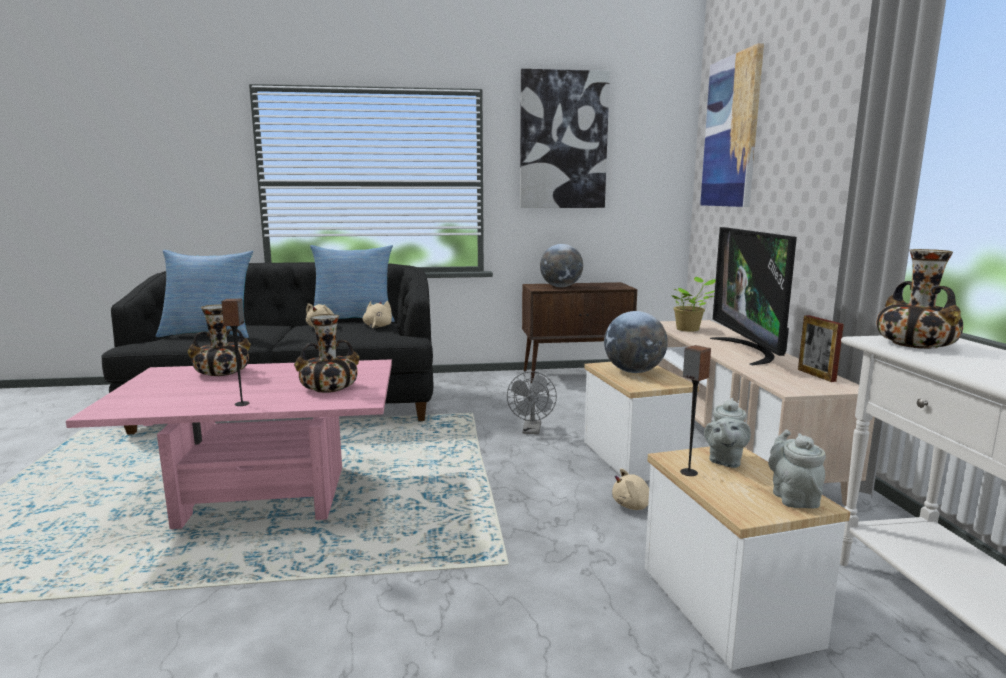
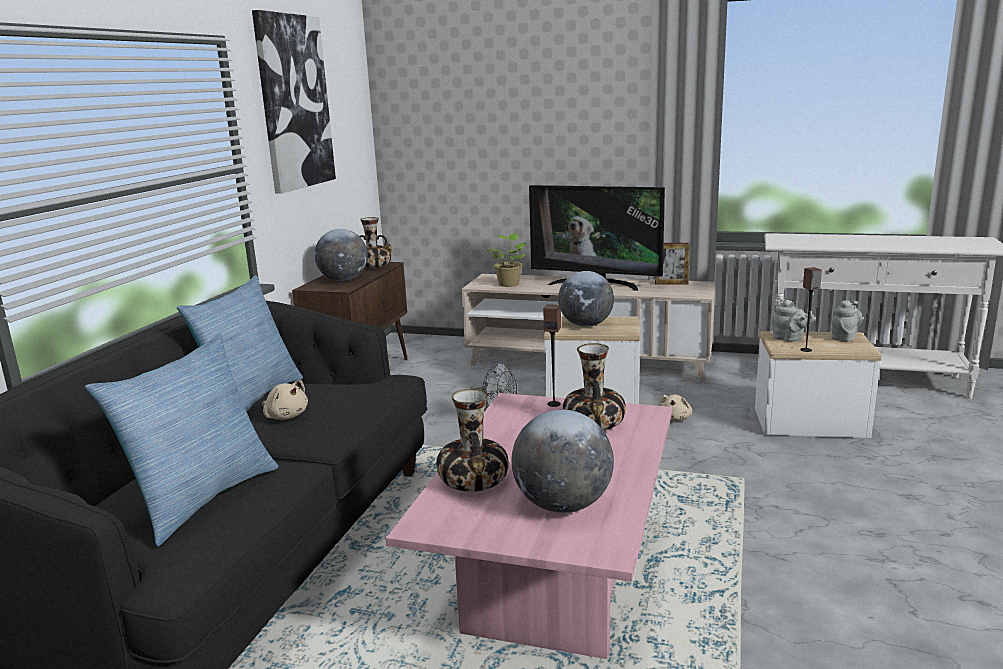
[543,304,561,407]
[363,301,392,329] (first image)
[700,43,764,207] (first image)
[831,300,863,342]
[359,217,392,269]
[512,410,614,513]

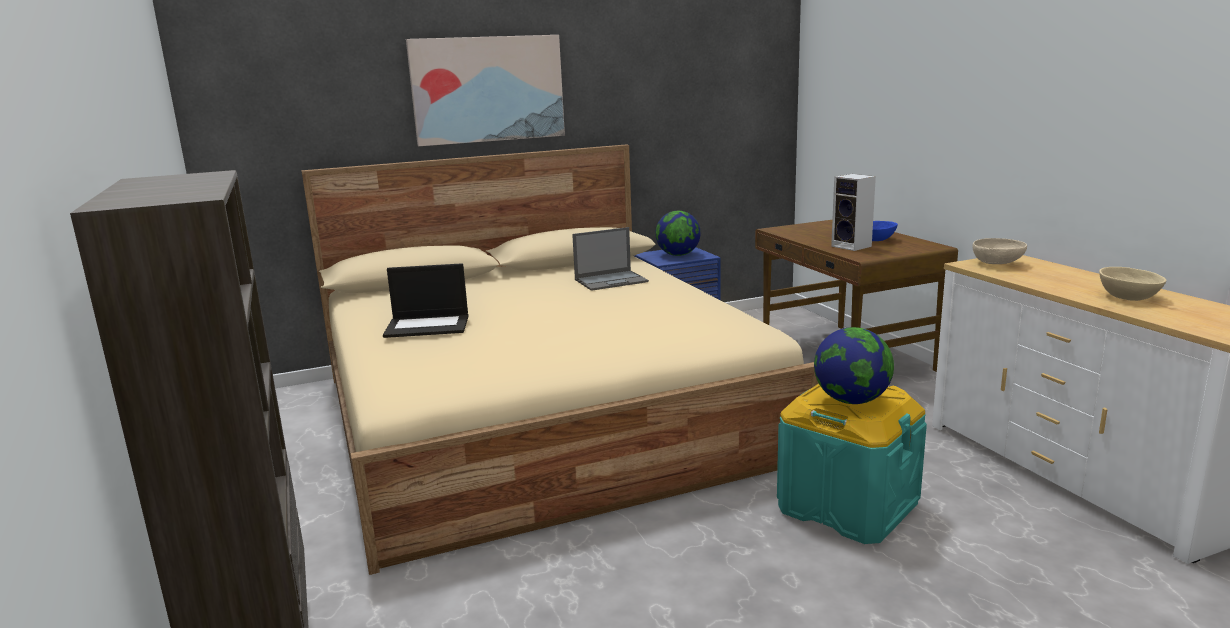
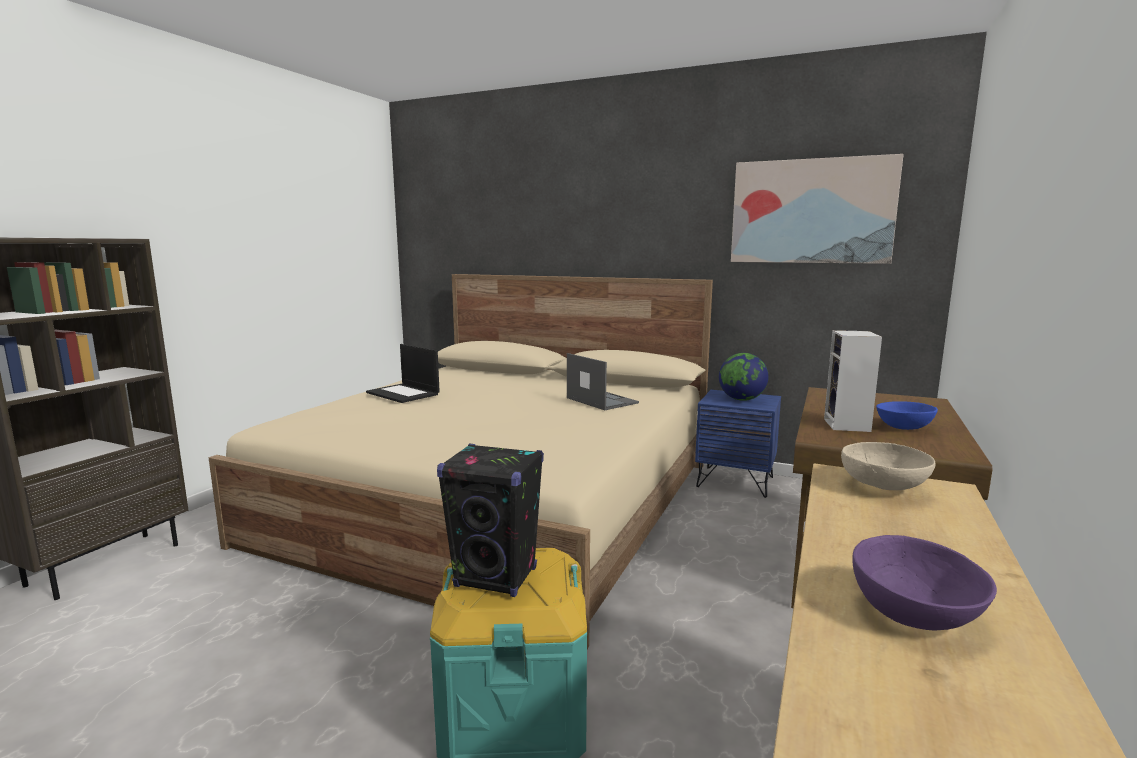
[731,154,904,264]
[567,353,639,410]
[437,444,544,597]
[852,535,997,630]

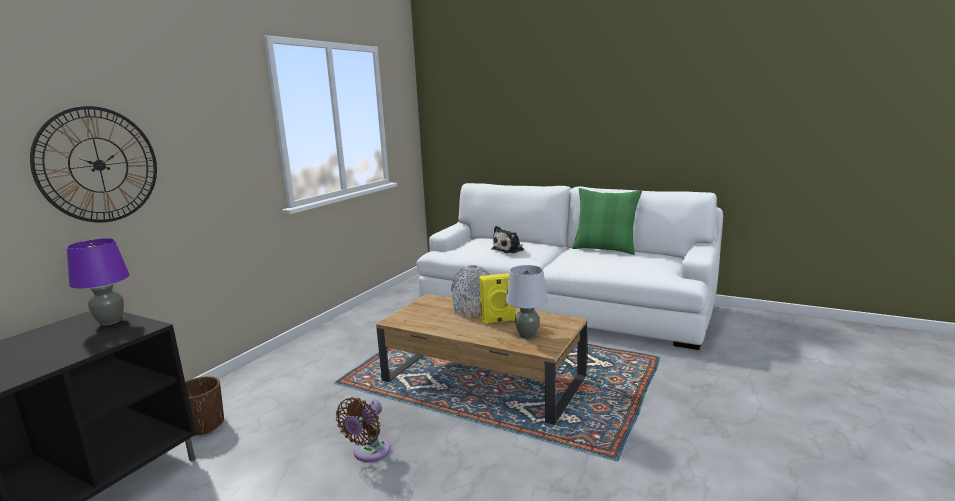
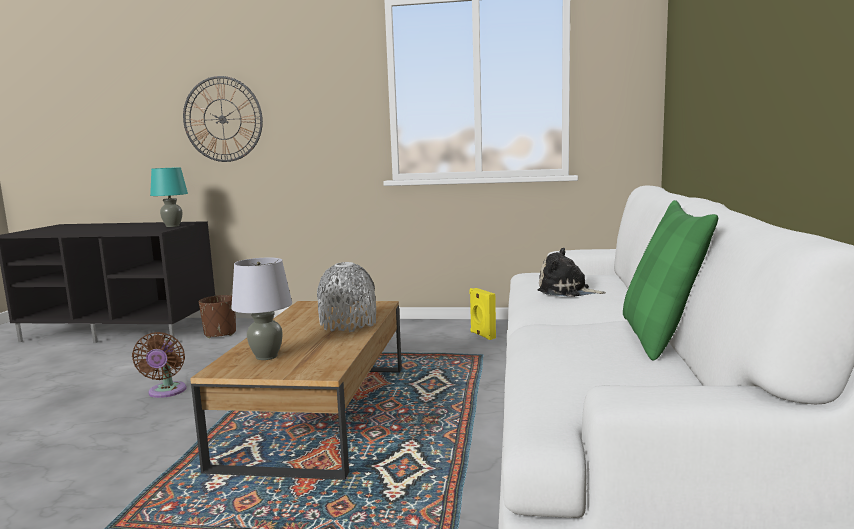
[150,167,188,227]
[132,332,187,398]
[470,288,496,340]

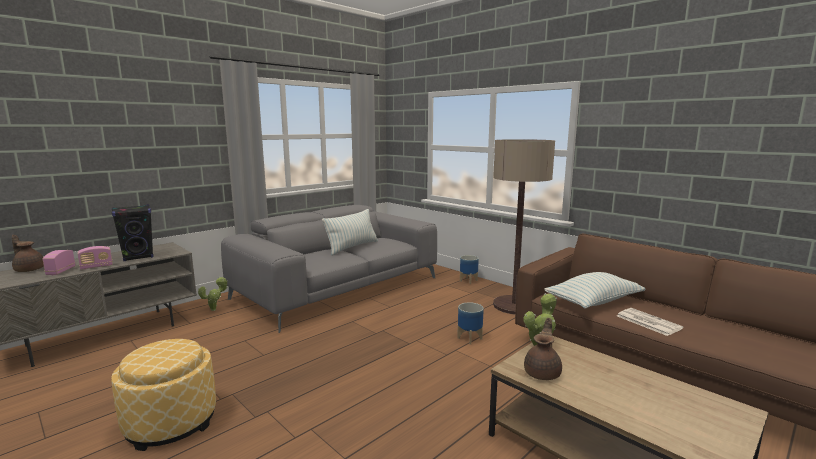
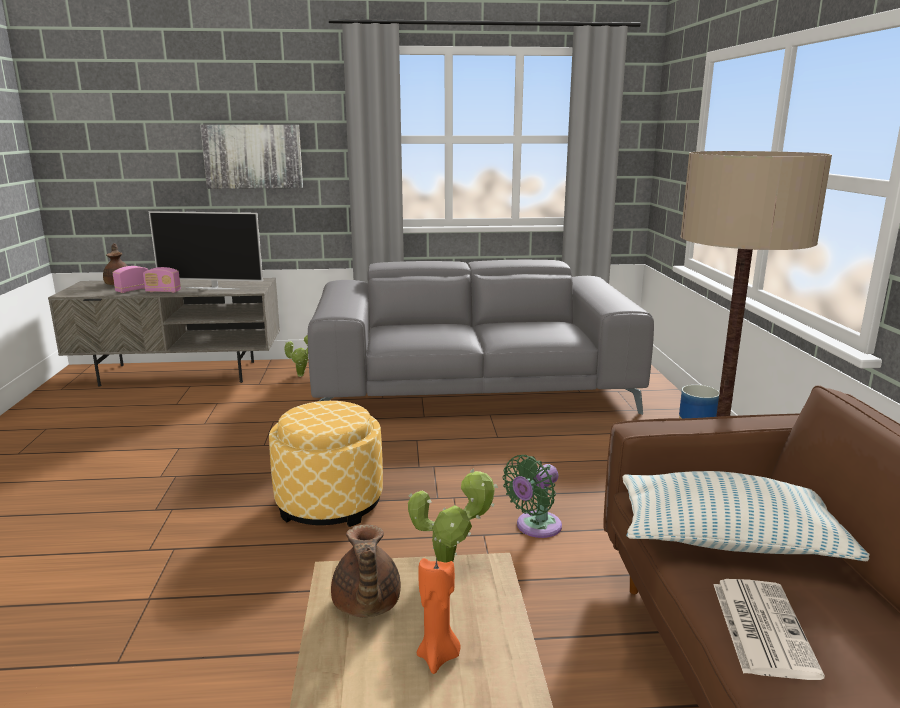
[269,401,383,527]
[149,211,263,290]
[322,209,378,256] (first image)
[502,455,562,538]
[331,525,401,617]
[200,125,303,189]
[417,557,461,674]

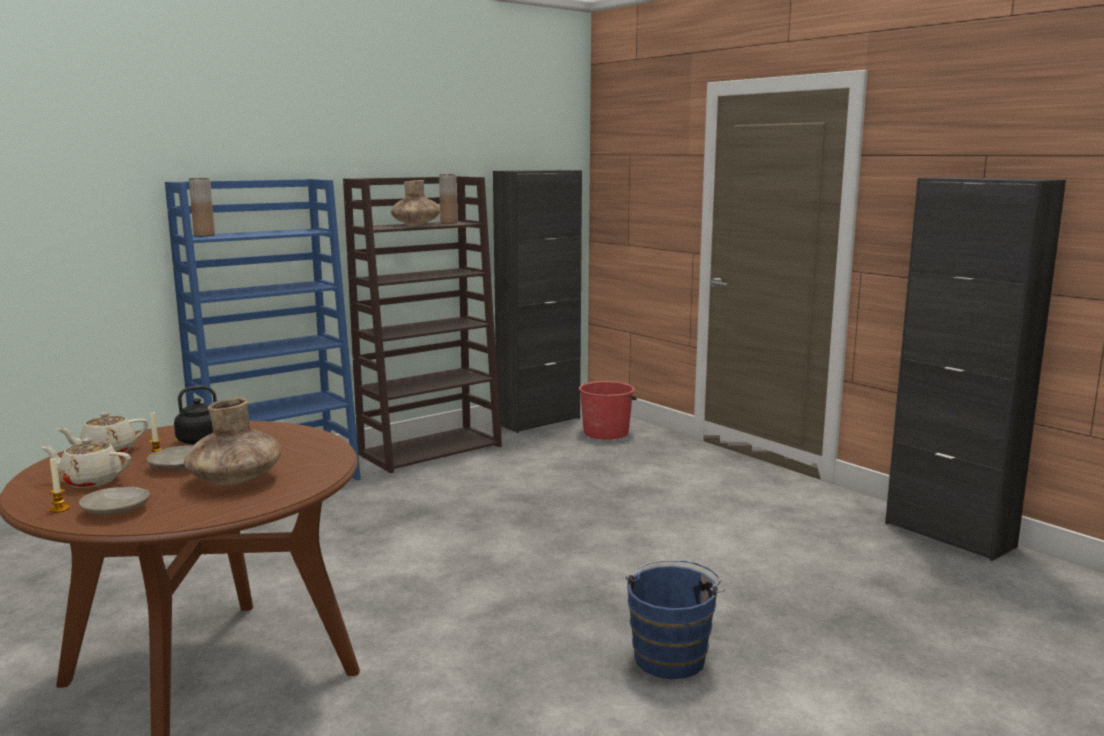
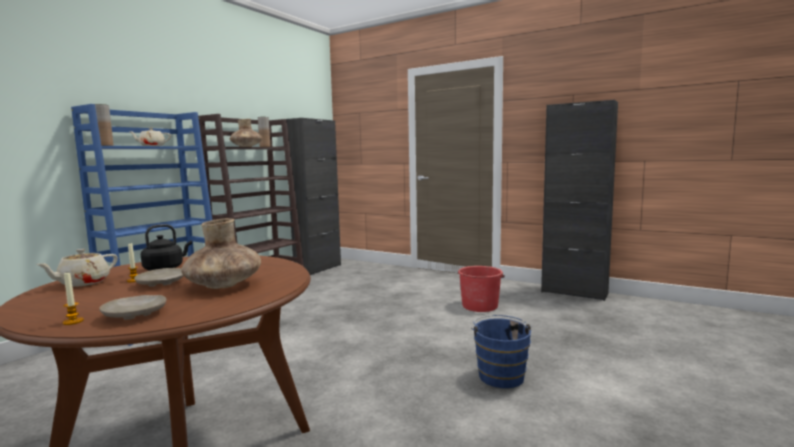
[130,127,171,146]
[457,266,505,312]

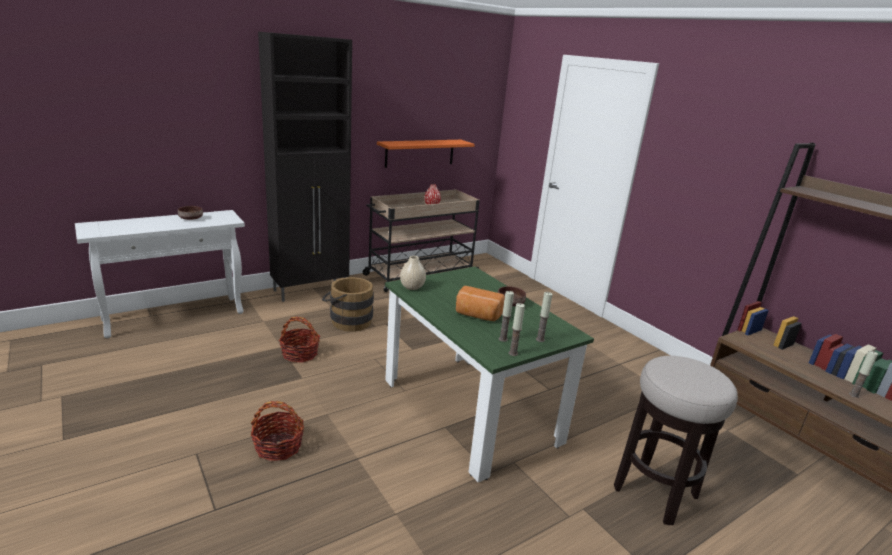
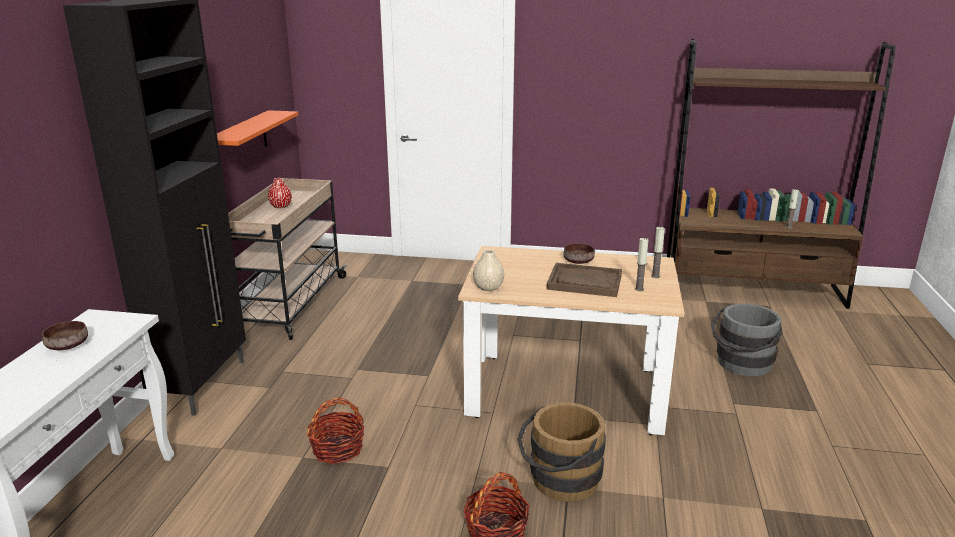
[517,402,606,502]
[458,246,685,435]
[547,263,622,297]
[509,303,525,356] (first image)
[711,304,783,376]

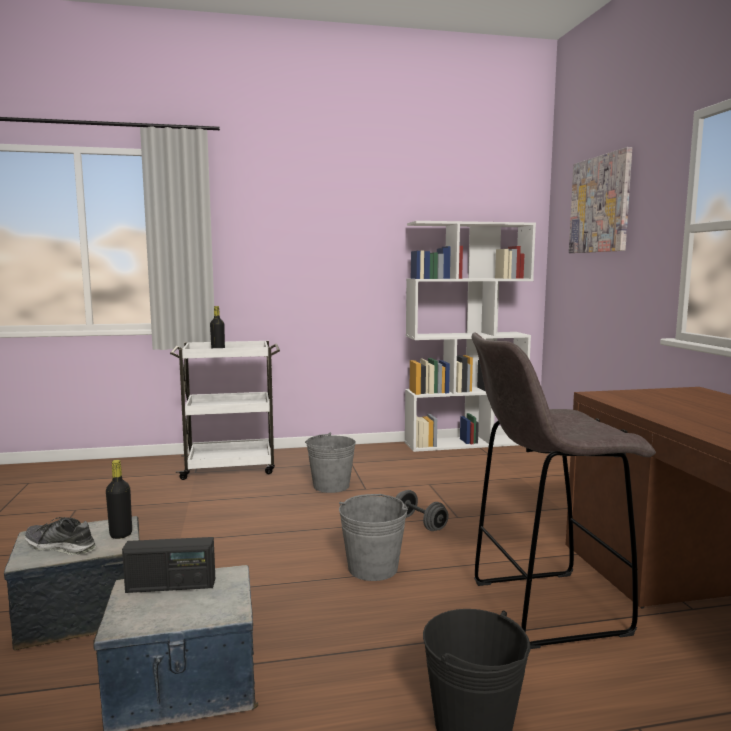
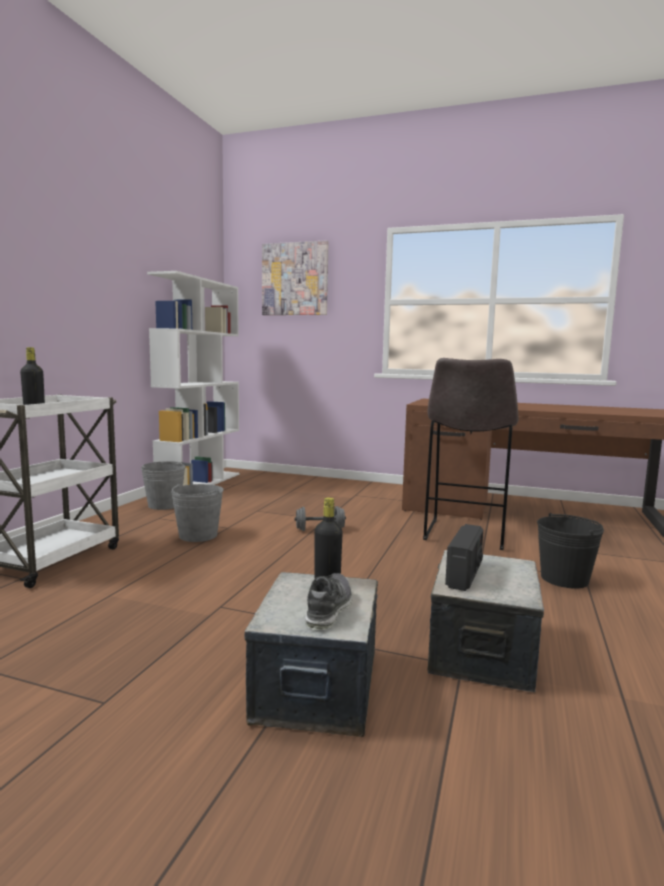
[305,573,352,630]
[141,461,186,510]

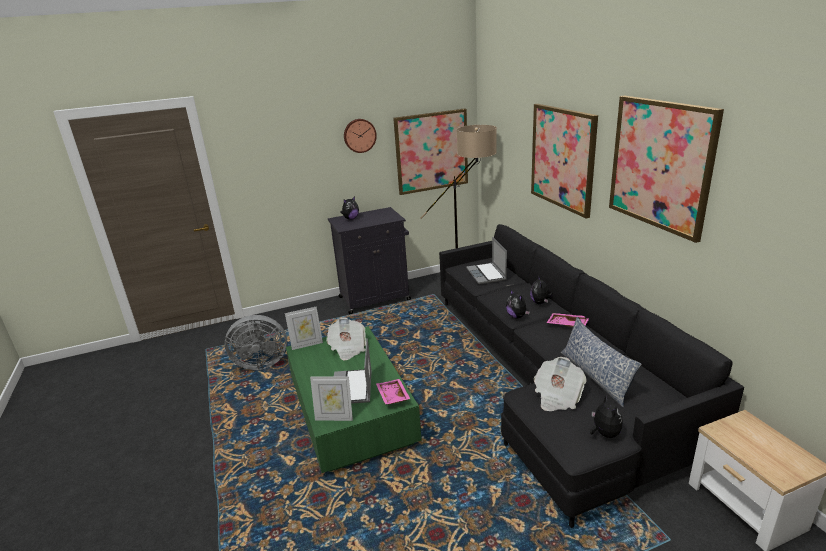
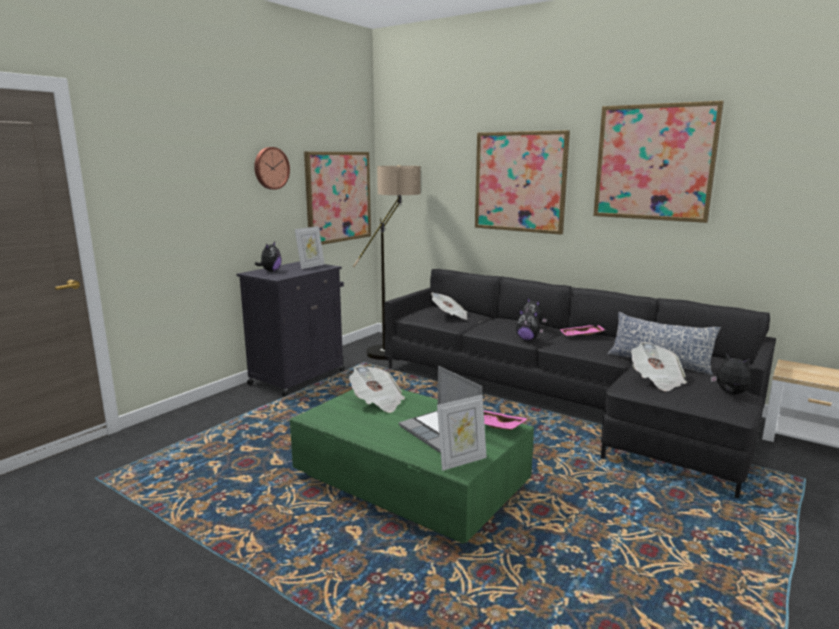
[225,315,287,370] (first image)
[295,226,325,269]
[431,293,467,320]

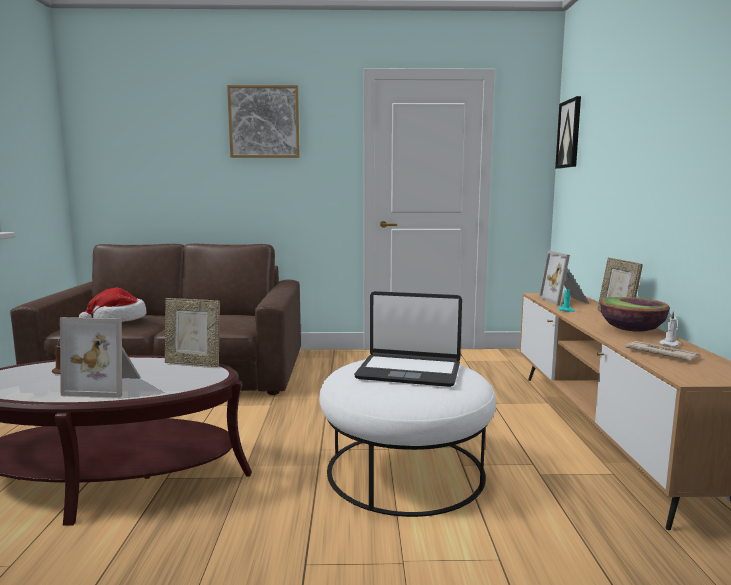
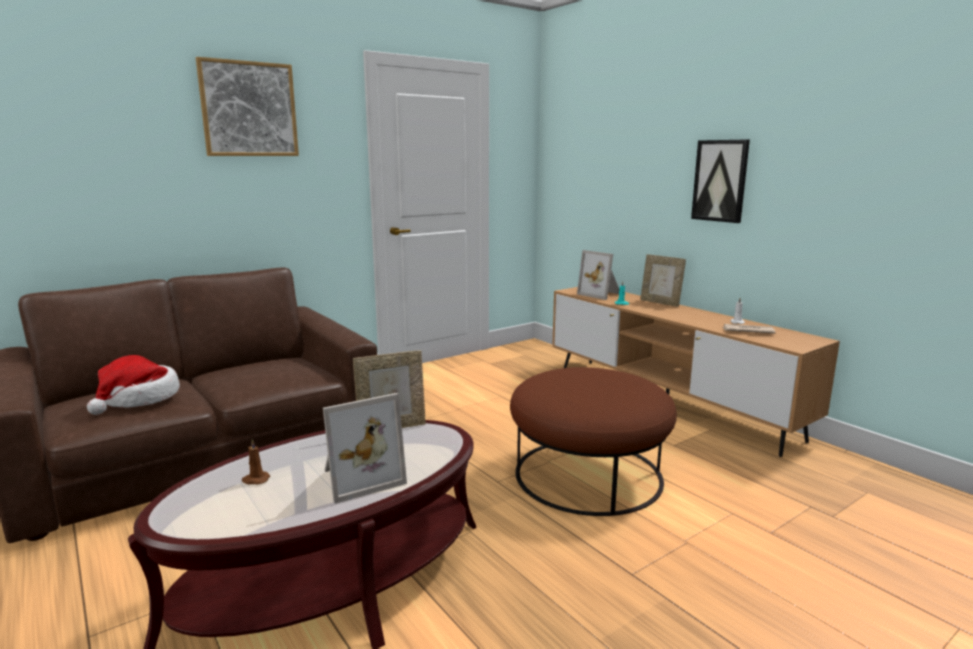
[510,367,677,516]
[354,291,462,387] (first image)
[691,139,750,223]
[600,297,670,332] (first image)

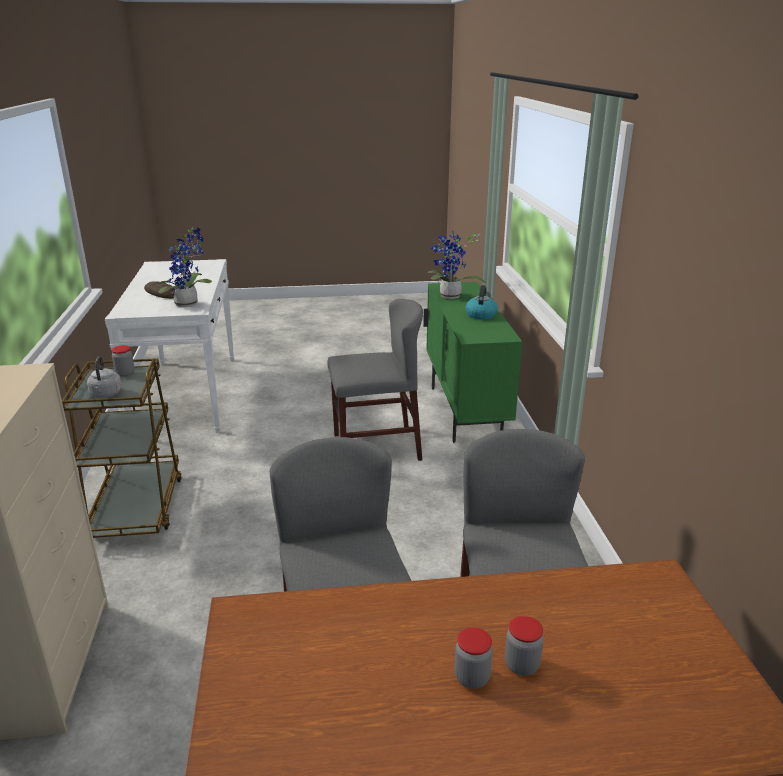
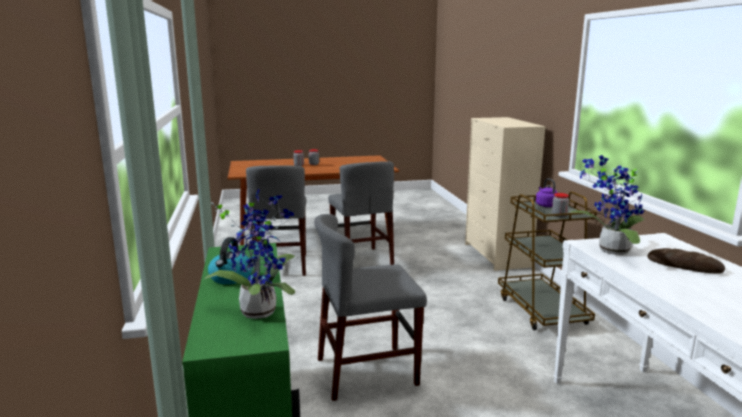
[536,178,557,207]

